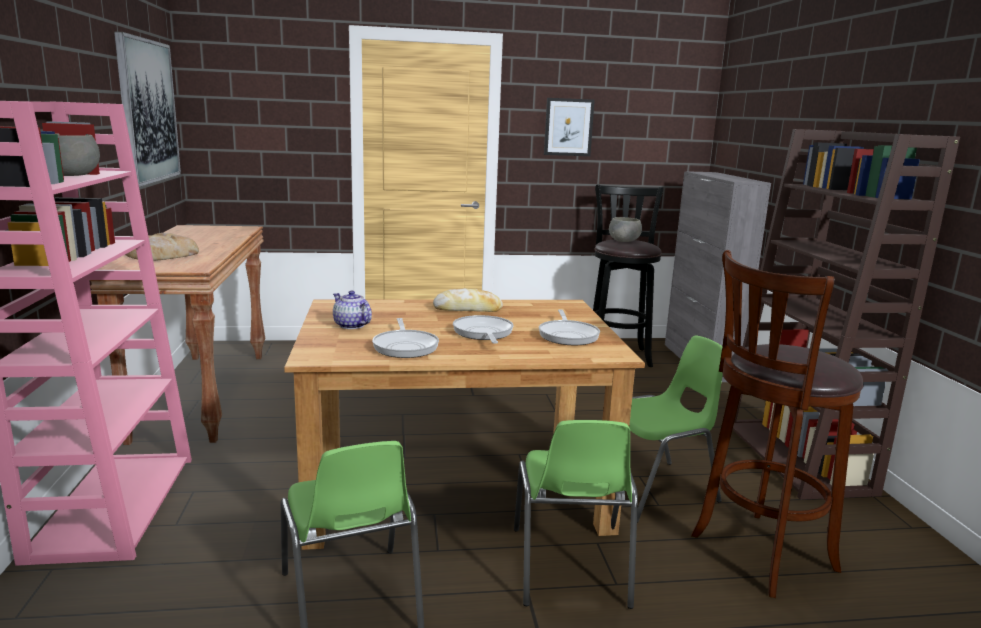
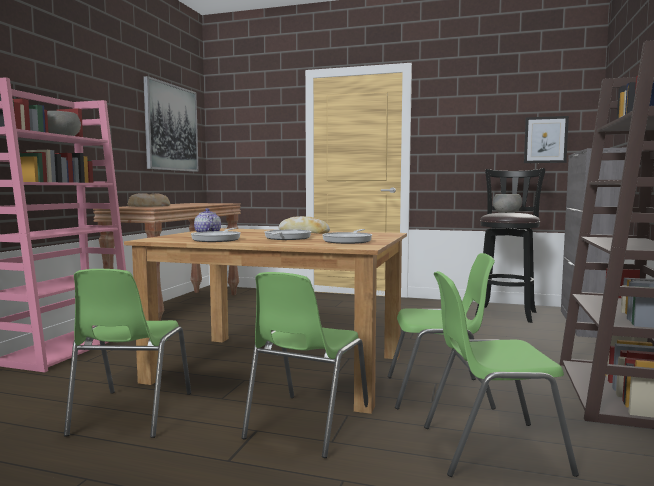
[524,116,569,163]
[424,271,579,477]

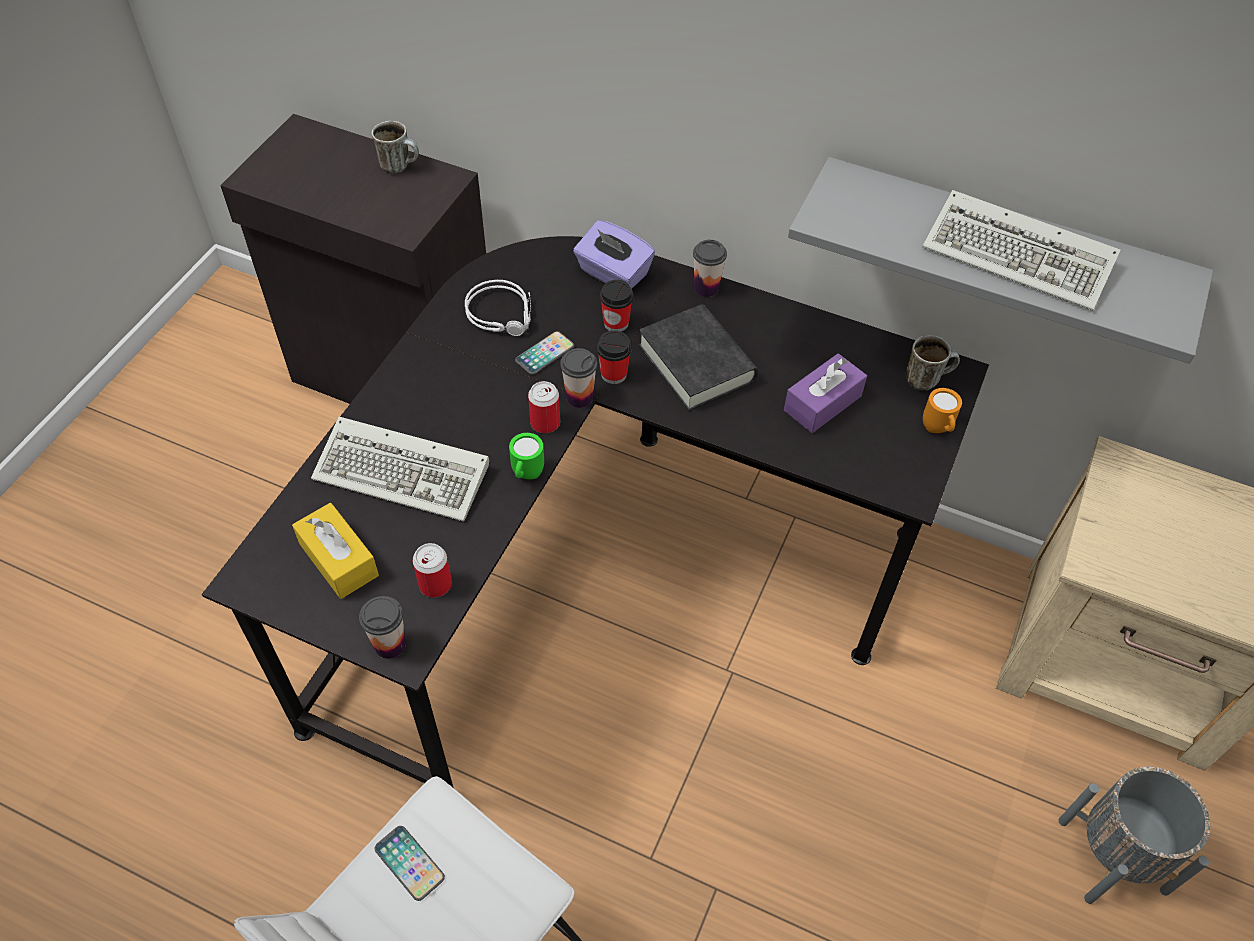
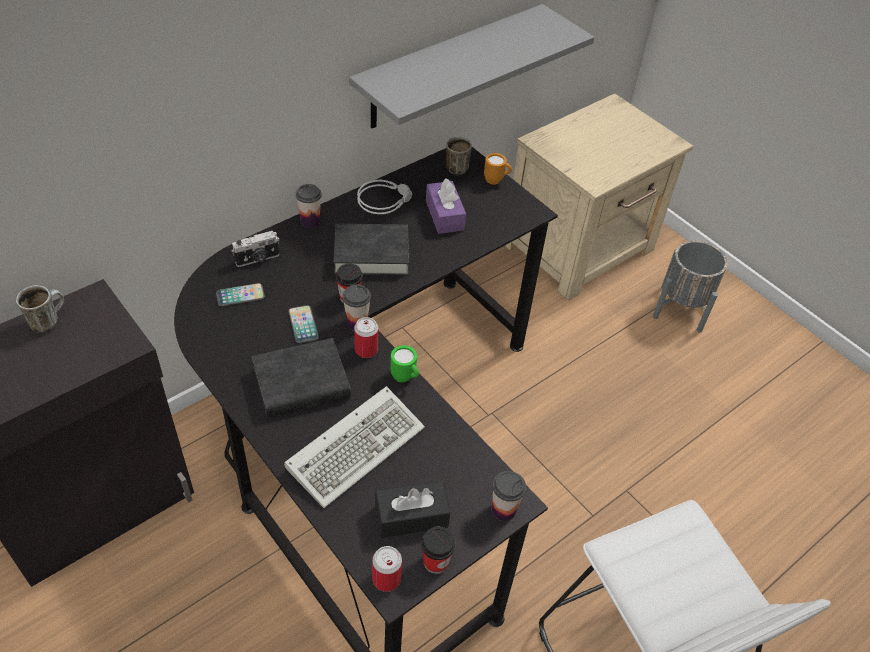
[375,481,451,538]
[216,283,265,306]
[372,546,402,592]
[357,179,412,214]
[232,231,280,267]
[421,527,455,574]
[922,190,1120,311] (first image)
[252,338,351,418]

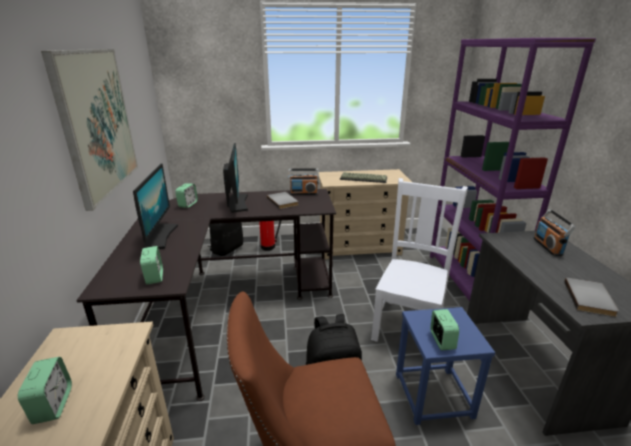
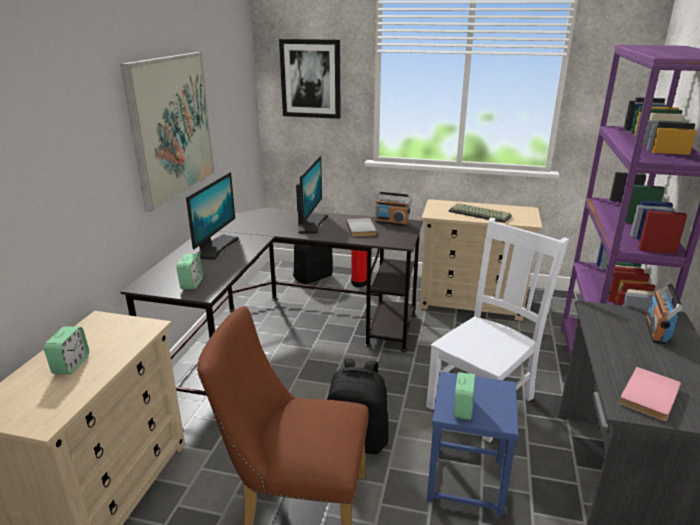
[175,183,198,208] (first image)
[619,367,681,421]
[279,39,341,119]

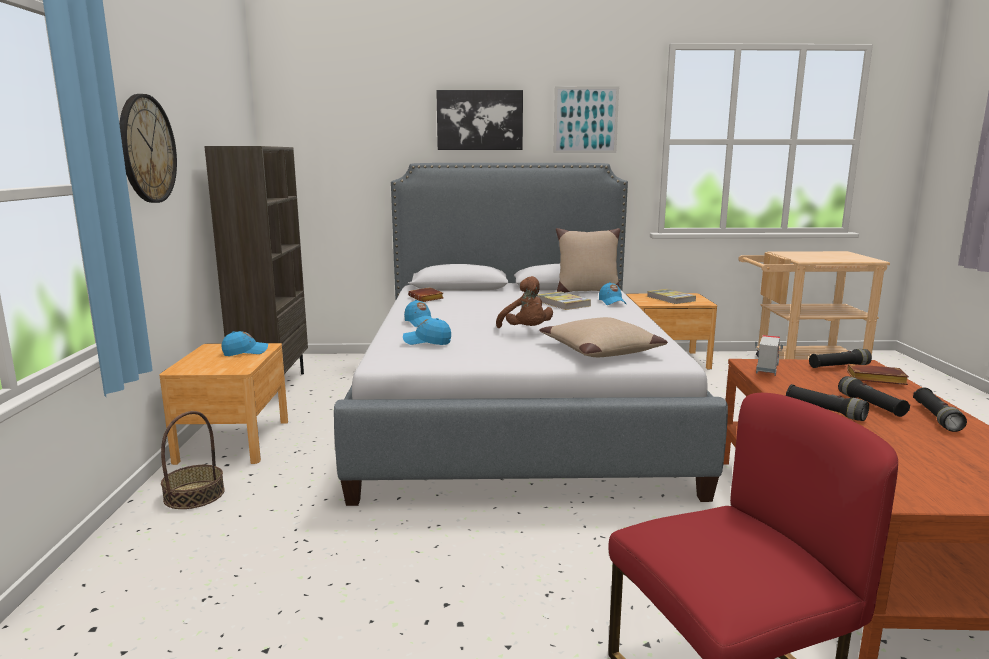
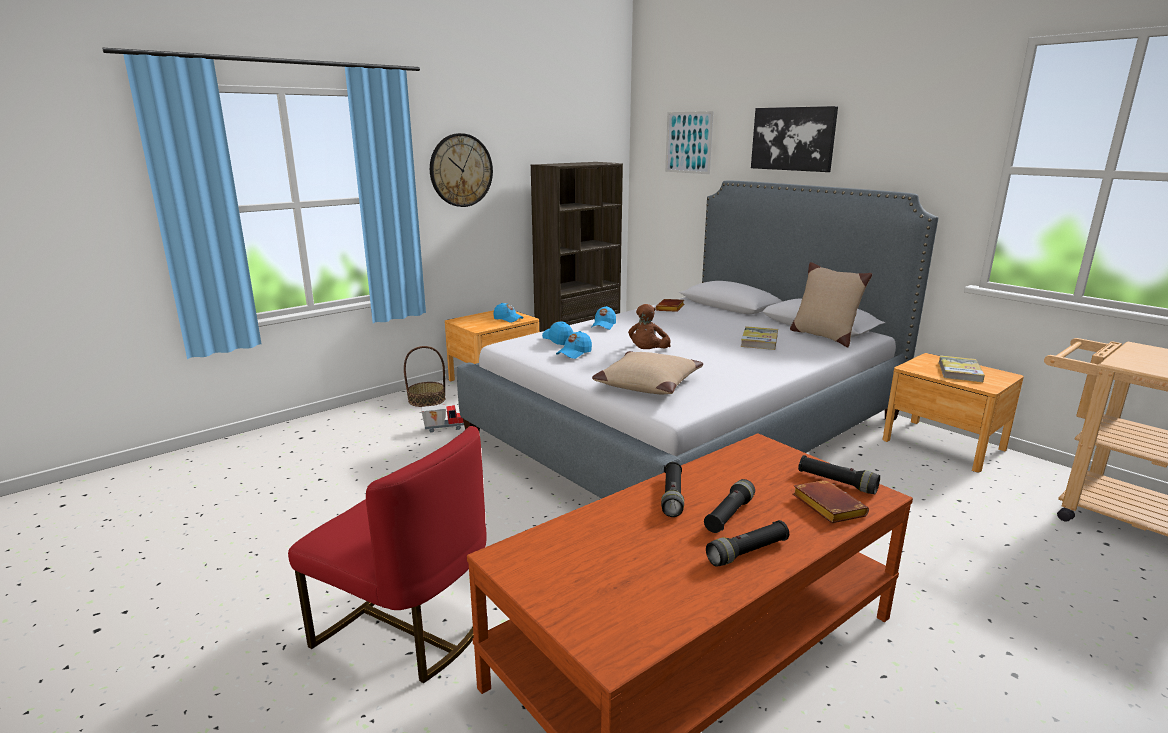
[665,111,714,174]
[556,331,592,359]
[421,405,464,433]

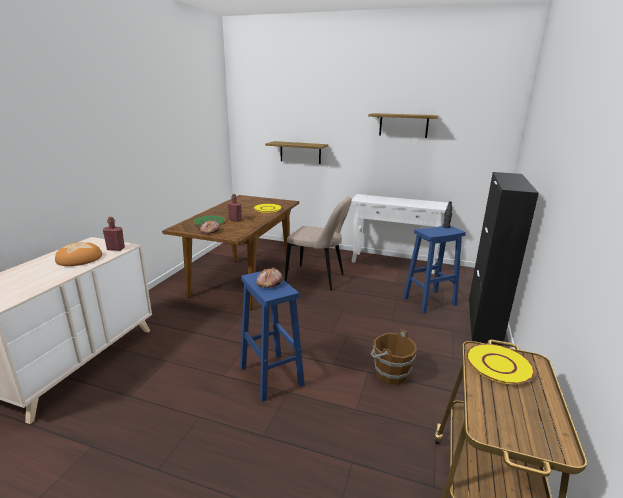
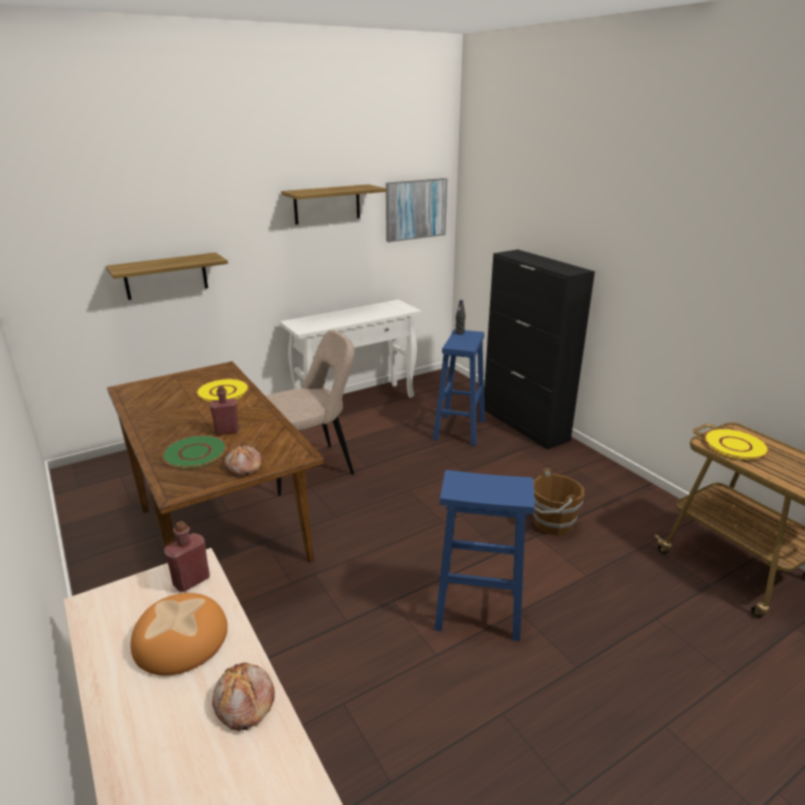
[212,663,275,731]
[386,178,447,242]

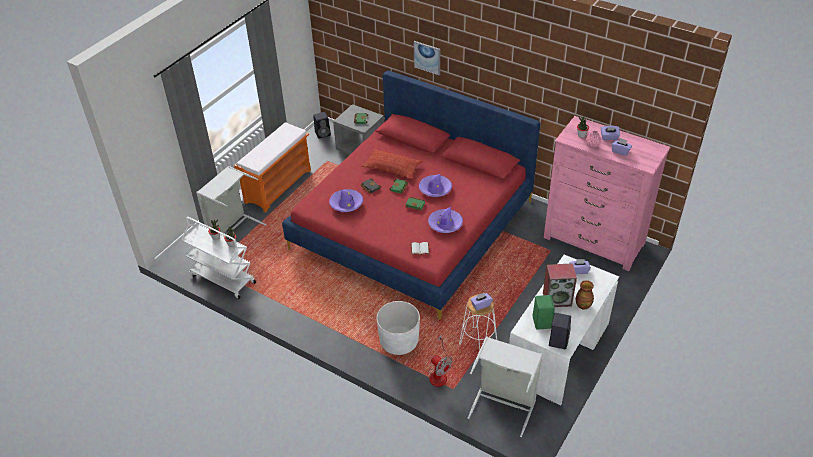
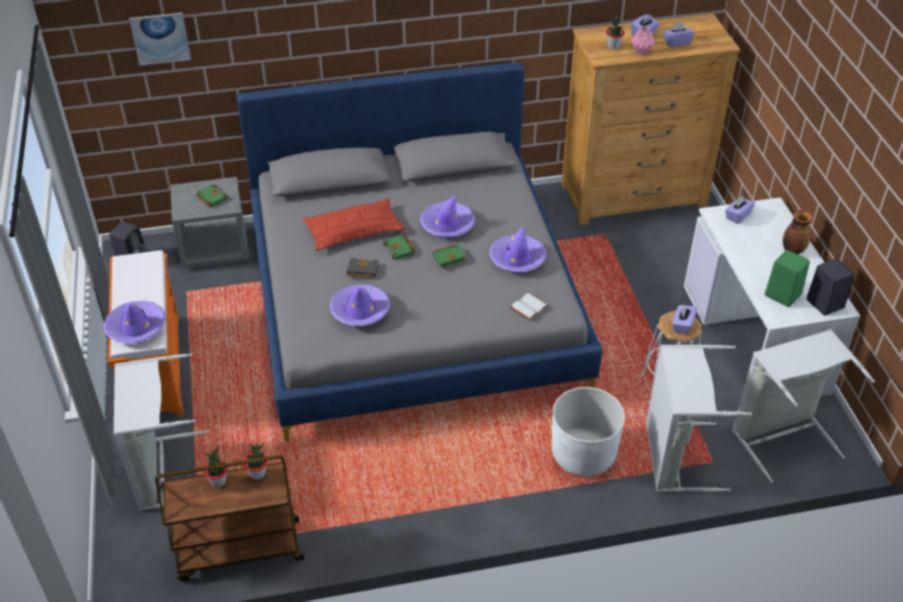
[155,455,304,582]
[237,62,603,442]
[129,12,191,66]
[646,344,752,492]
[543,263,577,307] (first image)
[562,14,741,225]
[104,301,166,344]

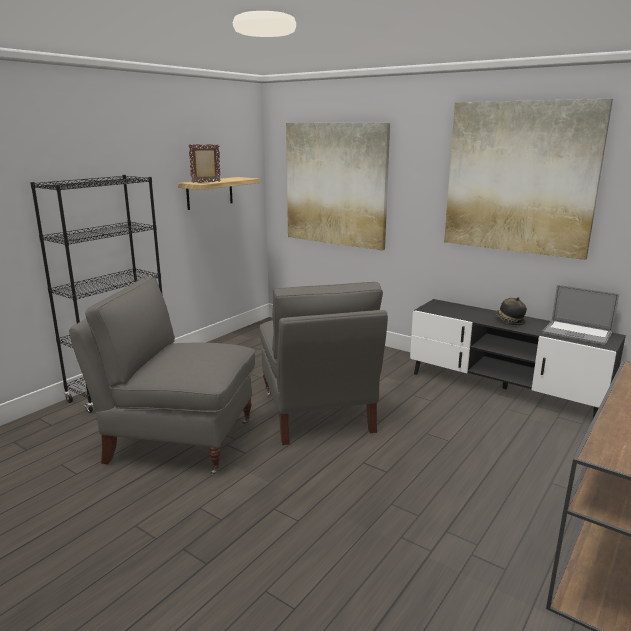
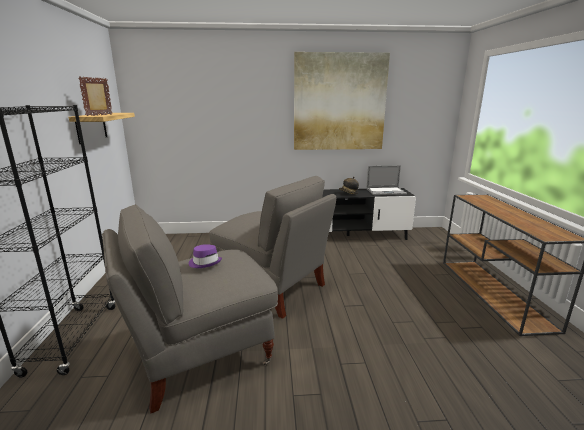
[286,123,390,251] (first image)
[189,244,222,268]

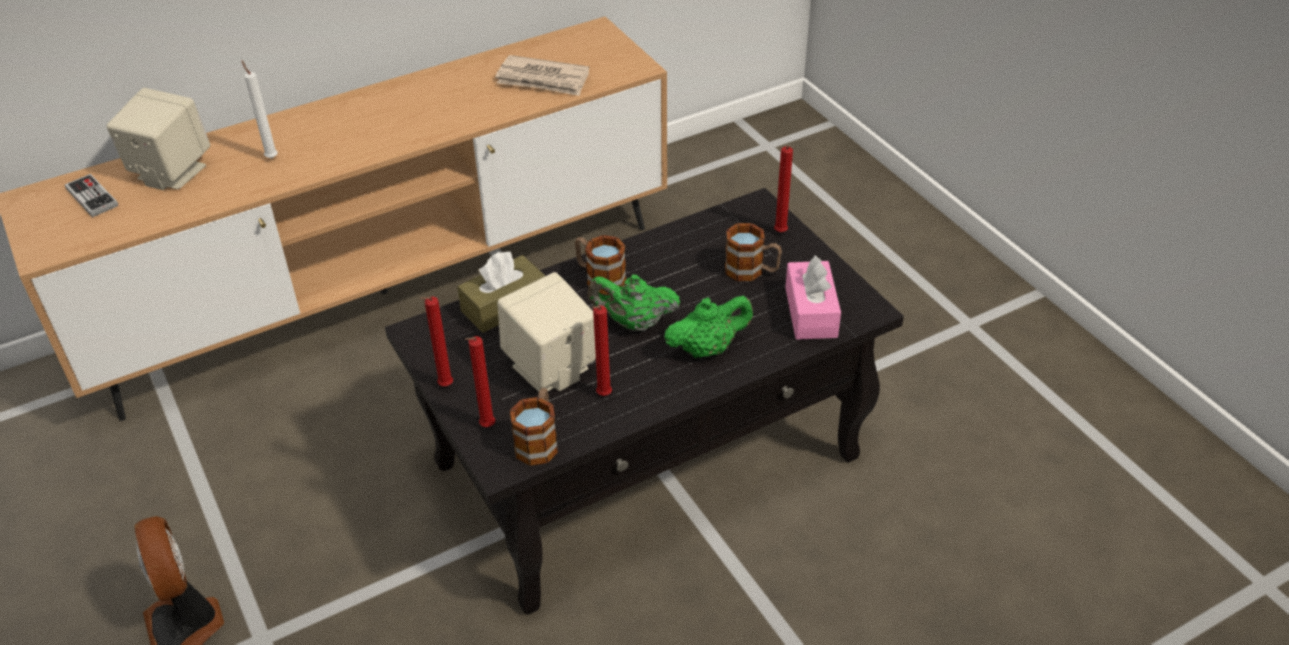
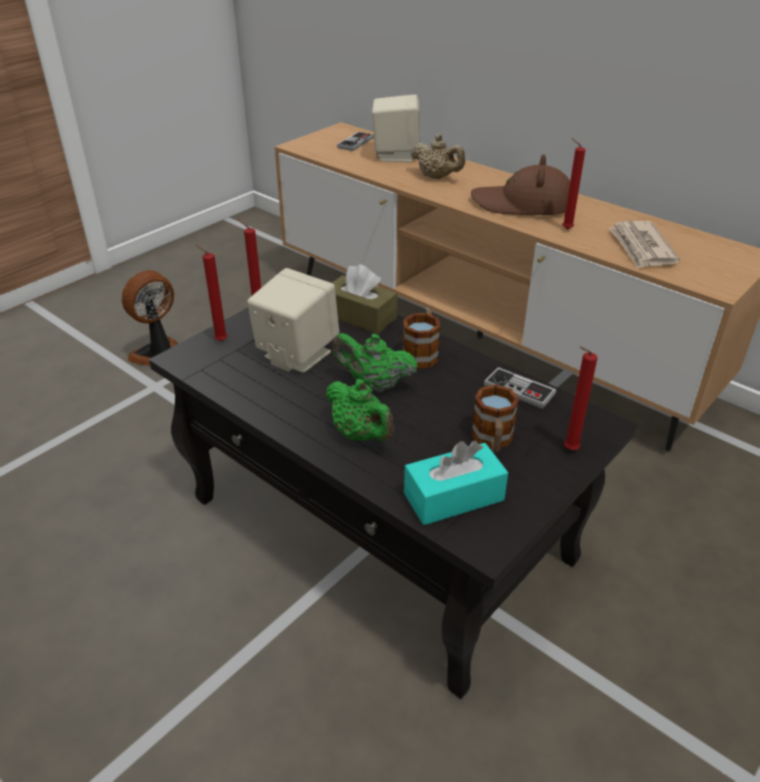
[411,134,465,179]
[510,388,558,466] (first image)
[332,333,417,392]
[562,138,585,230]
[404,441,508,525]
[471,154,570,215]
[484,367,556,409]

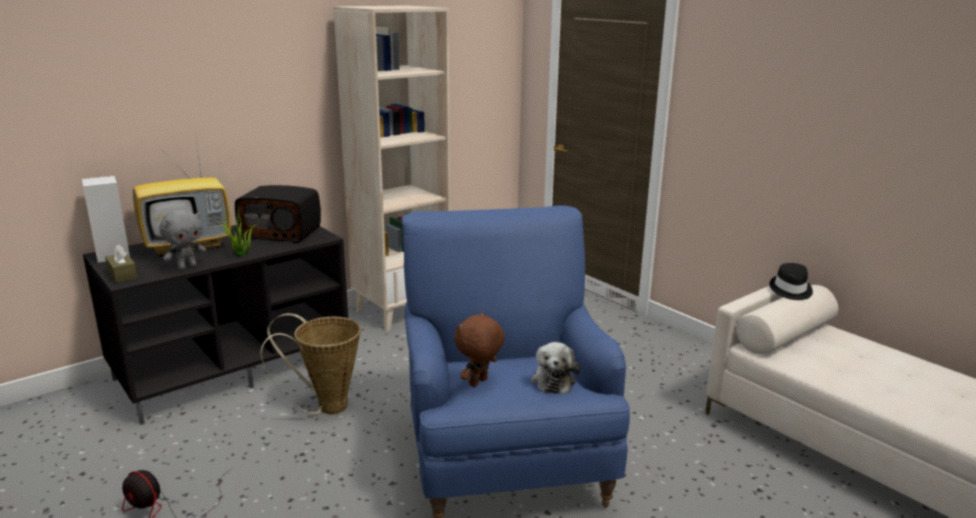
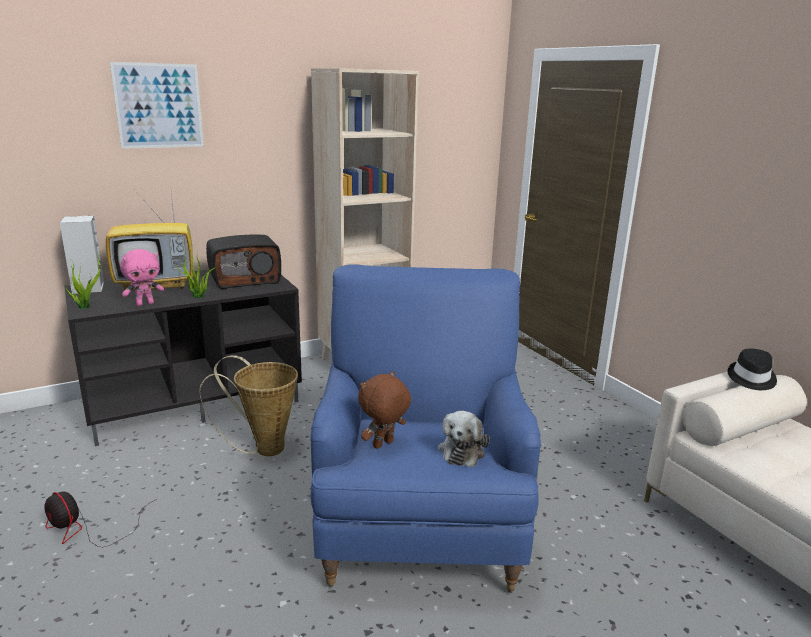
[64,254,101,309]
[120,249,164,306]
[206,235,281,289]
[110,62,204,149]

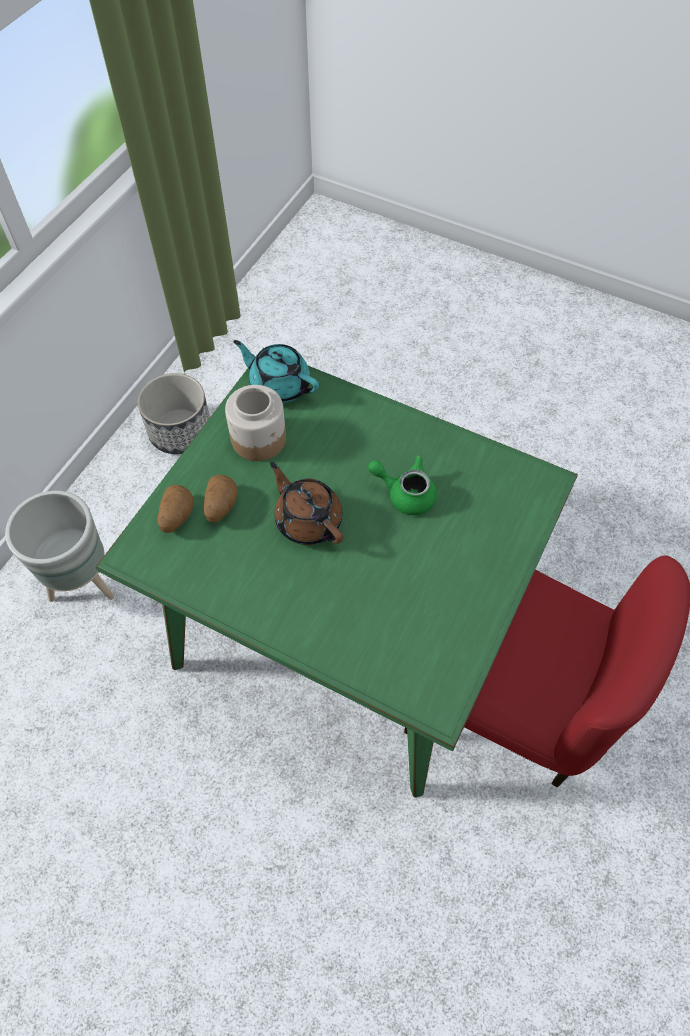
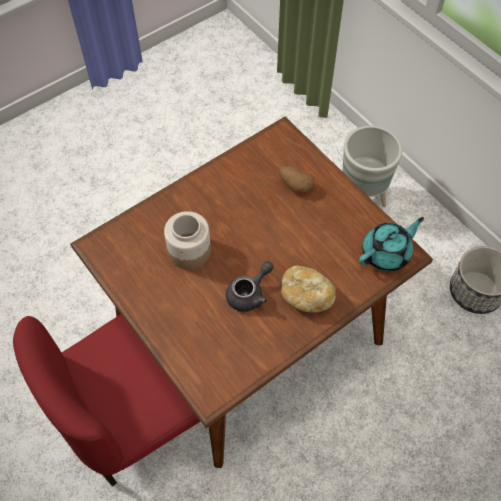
[70,117,433,468]
[157,485,194,533] (first image)
[164,211,211,270]
[270,462,343,545] (first image)
[226,261,274,312]
[281,266,336,313]

